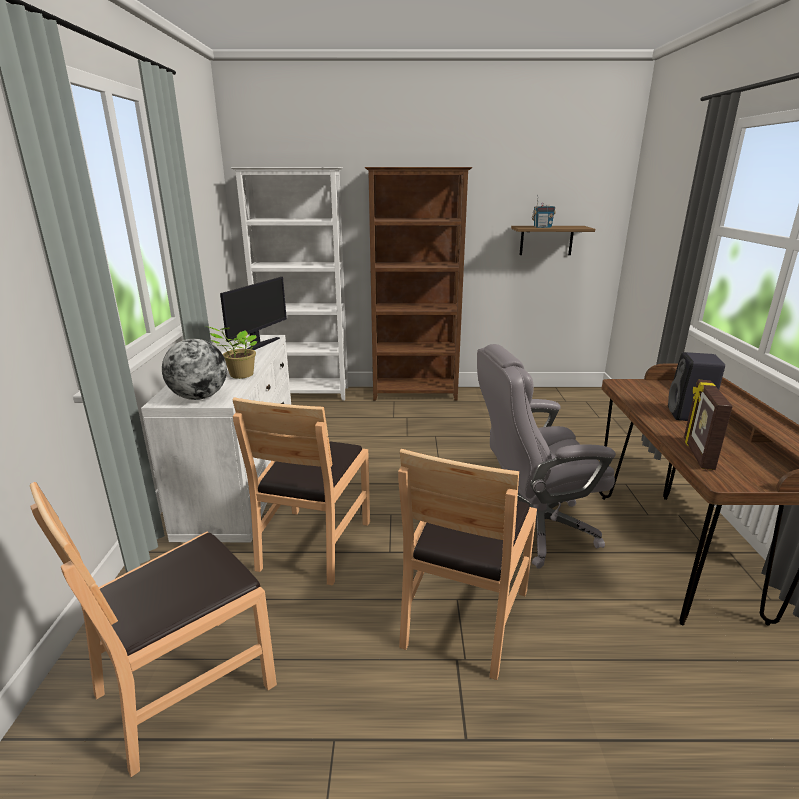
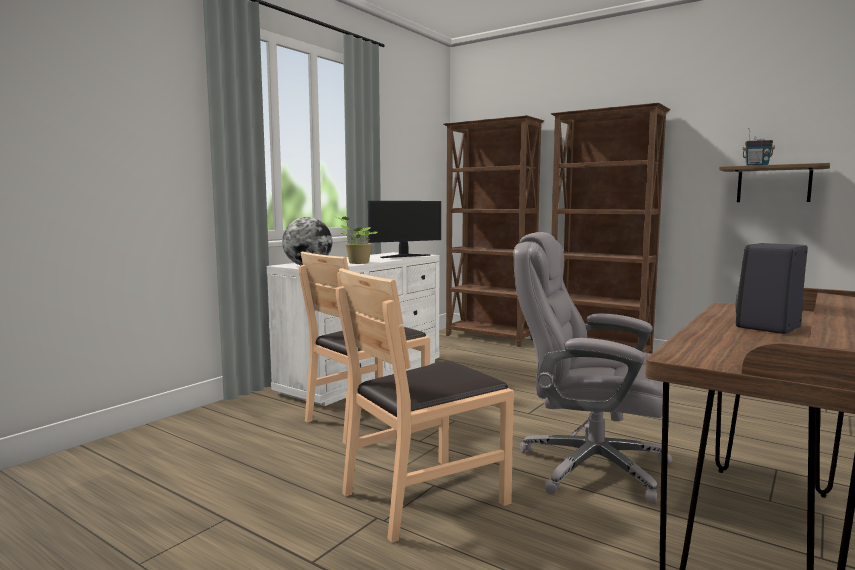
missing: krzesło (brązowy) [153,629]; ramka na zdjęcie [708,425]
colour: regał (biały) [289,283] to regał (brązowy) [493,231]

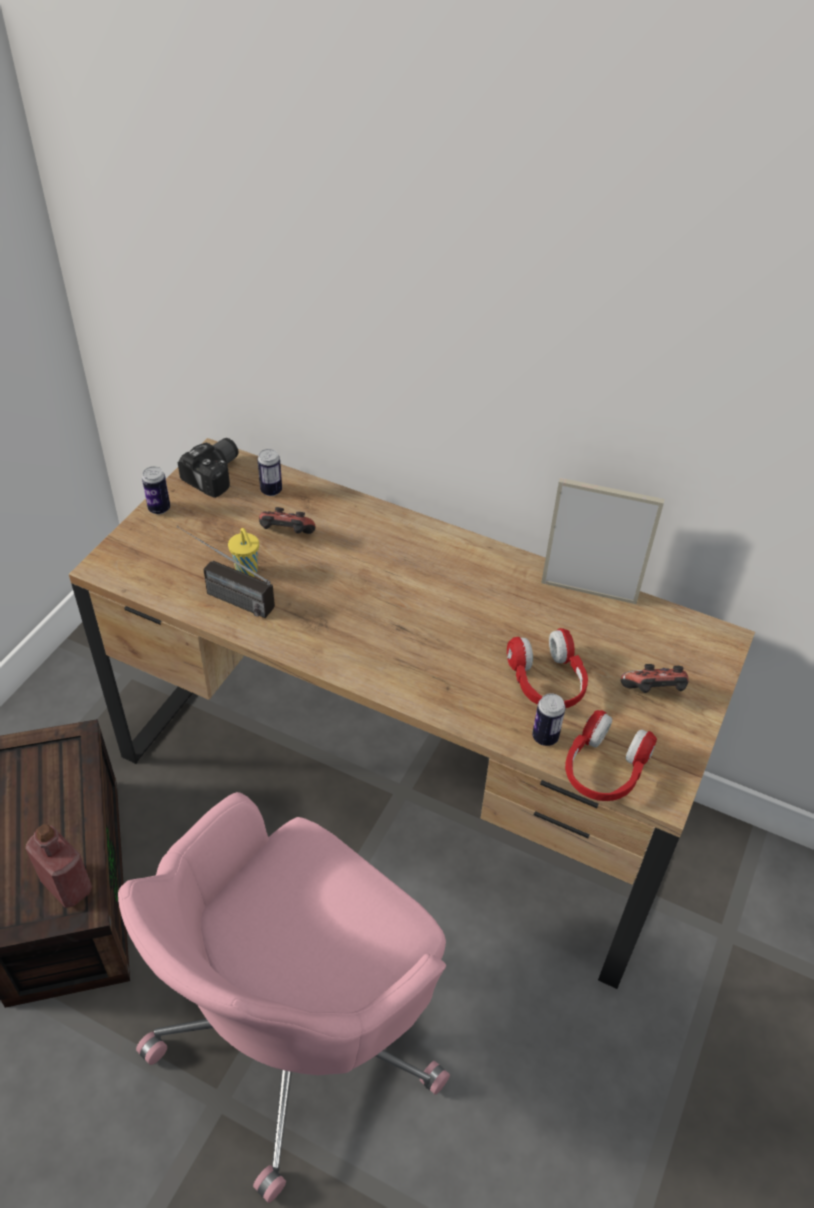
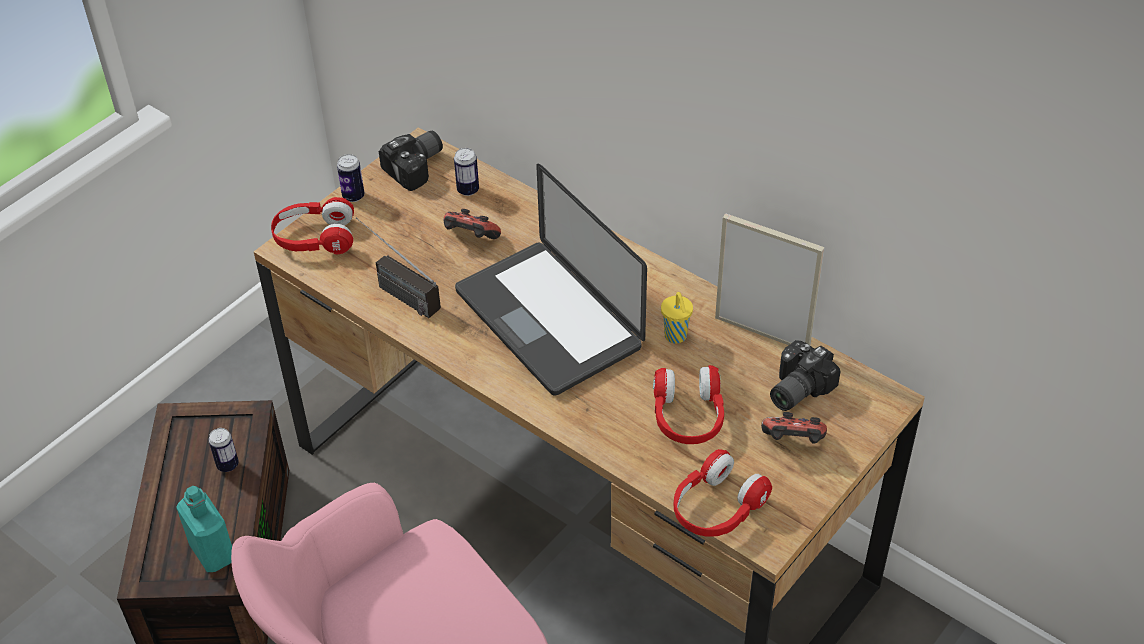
appeared: słuchawki (czerwony) [312,225]; laptop [551,280]; aparat fotograficzny [805,375]
relocated: puszka [548,719] to [224,450]; filiżanka (żółty) [243,552] to [677,318]
colour: butelka (czerwony) [58,866] to butelka (turkusowy) [204,529]

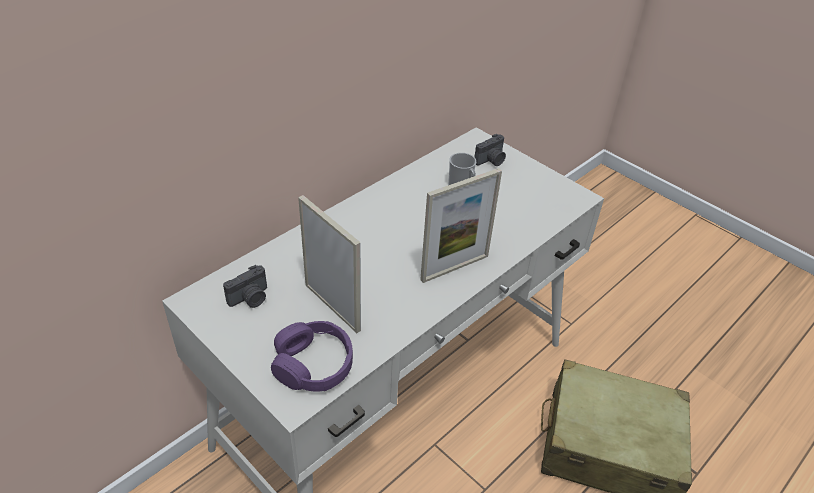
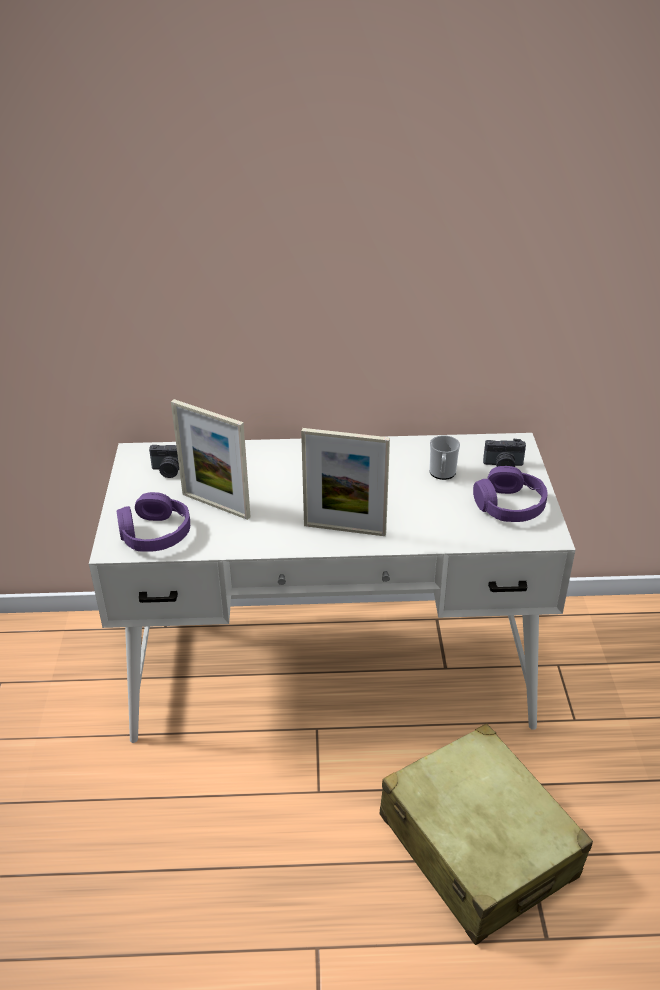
appeared: słuchawki (fioletowy) [510,494]
spun: ramka na zdjęcie [329,264] = [211,459] 120 degrees clockwise

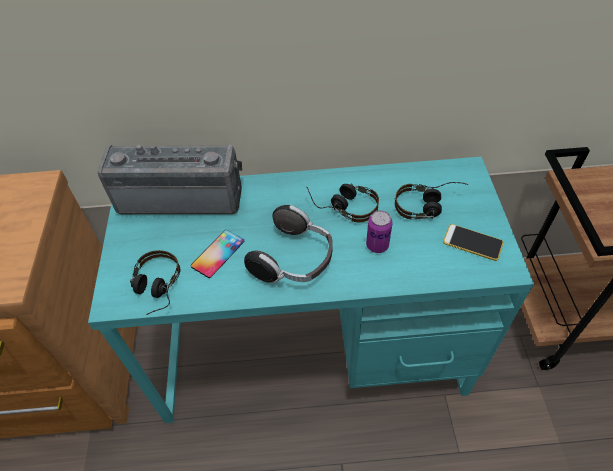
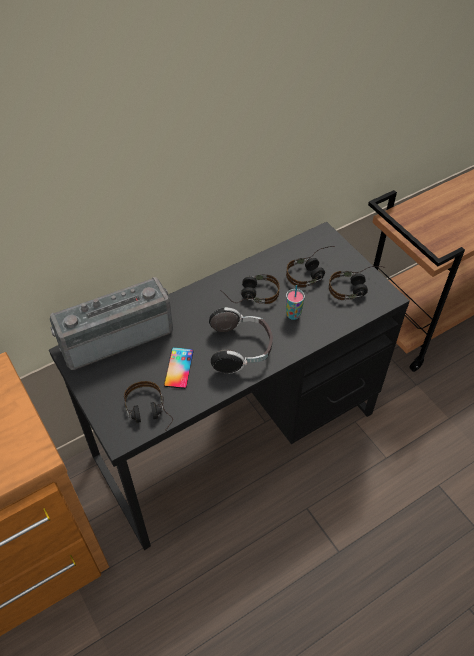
exchanged: puszka [379,231] to filiżanka [295,302]; telefon [473,242] to słuchawki [357,283]
colour: biurko (turkusowy) [311,290] to biurko (czarny) [229,386]

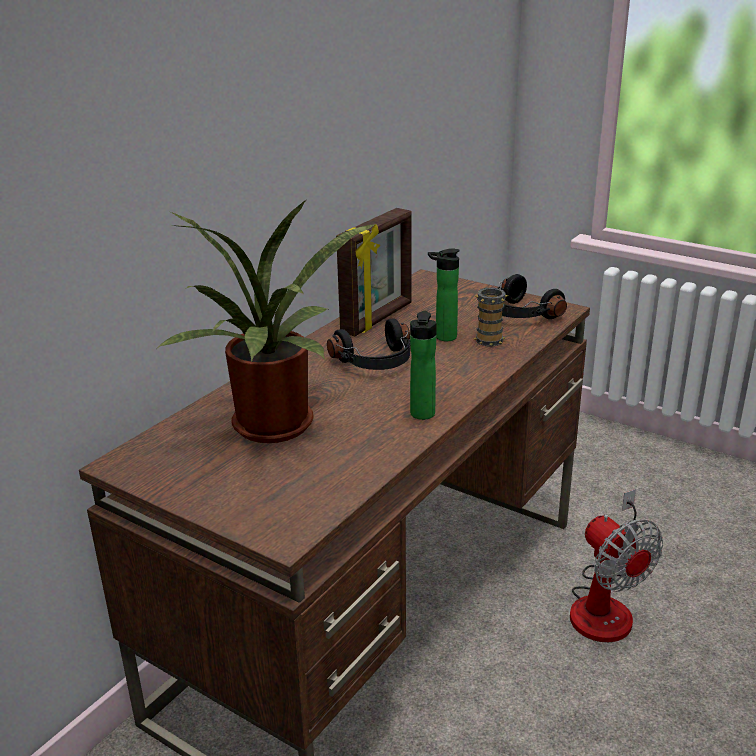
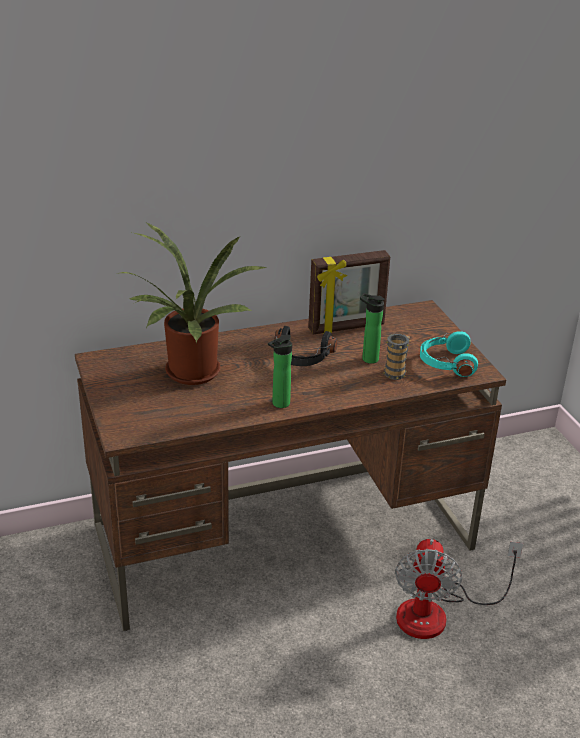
colour: słuchawki (czarny) [532,296] to słuchawki (turkusowy) [449,354]

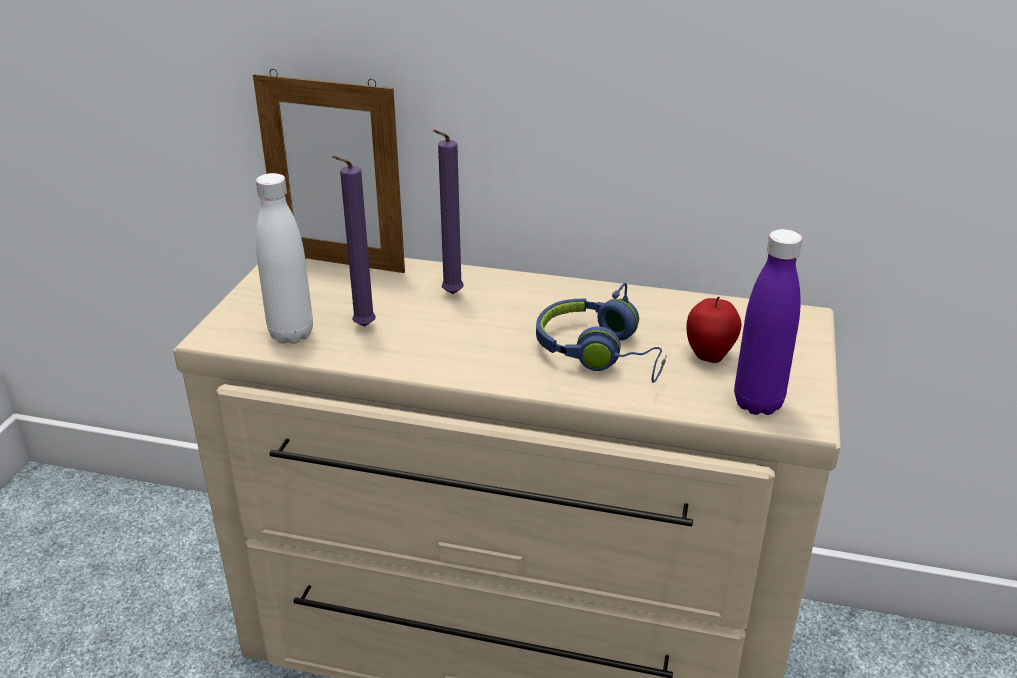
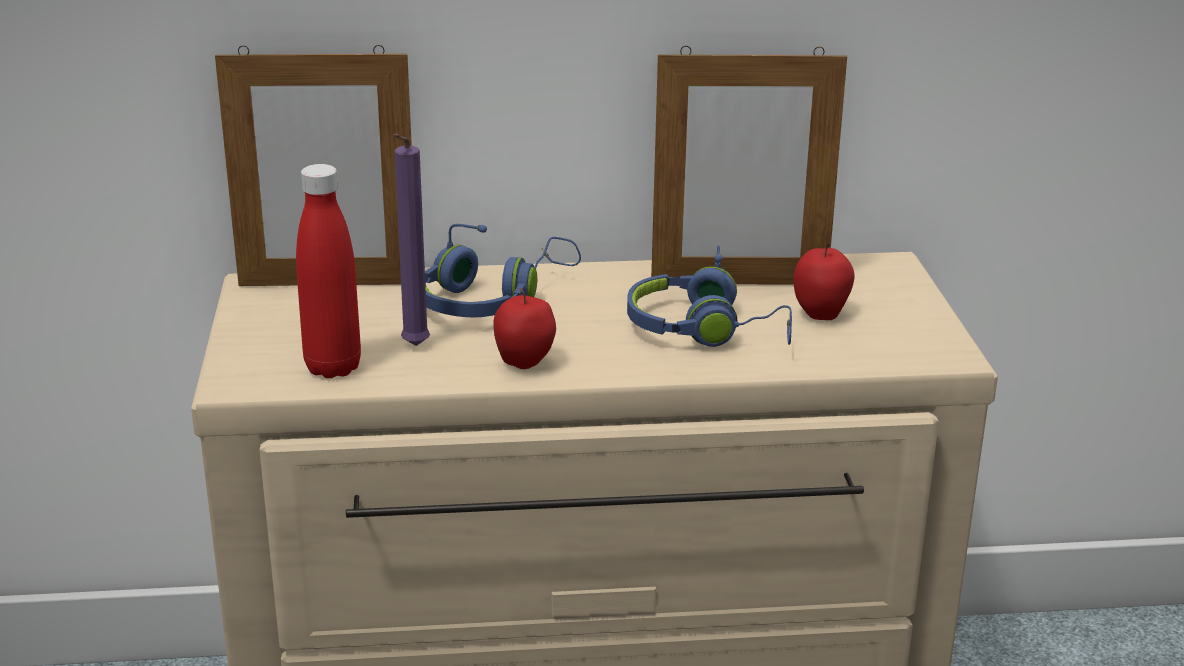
missing: butelka (fioletowy) [768,322]
appeared: jabłko [524,328]; ramka na zdjęcie [749,165]
exchanged: świeca (fioletowy) [448,212] to słuchawki (niebieski) [503,271]
colour: butelka (biały) [284,258] to butelka (czerwony) [328,271]

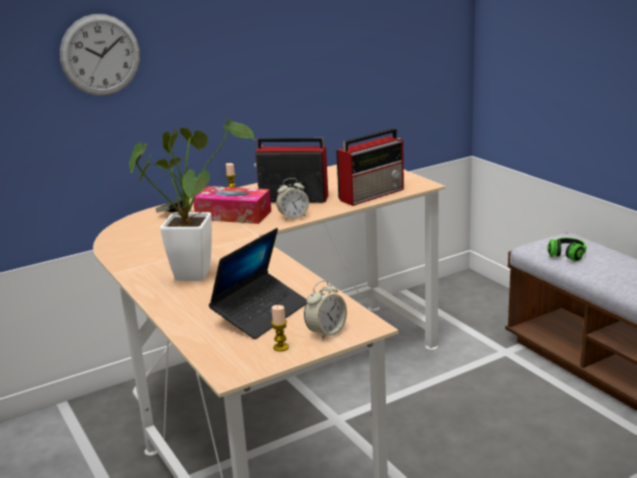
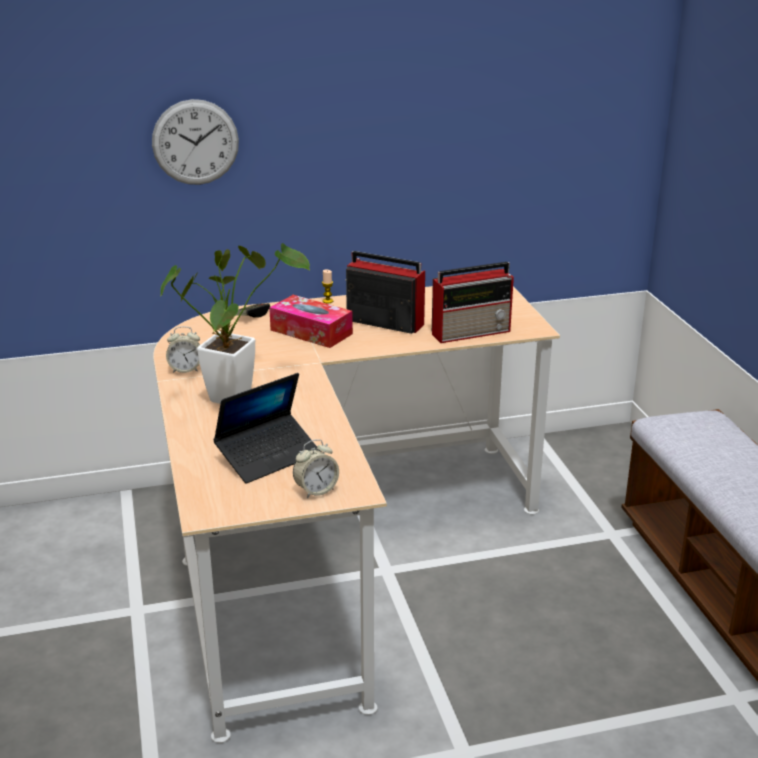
missing: świeca [280,328]; słuchawki [566,250]
relocated: budzik [292,199] to [183,349]

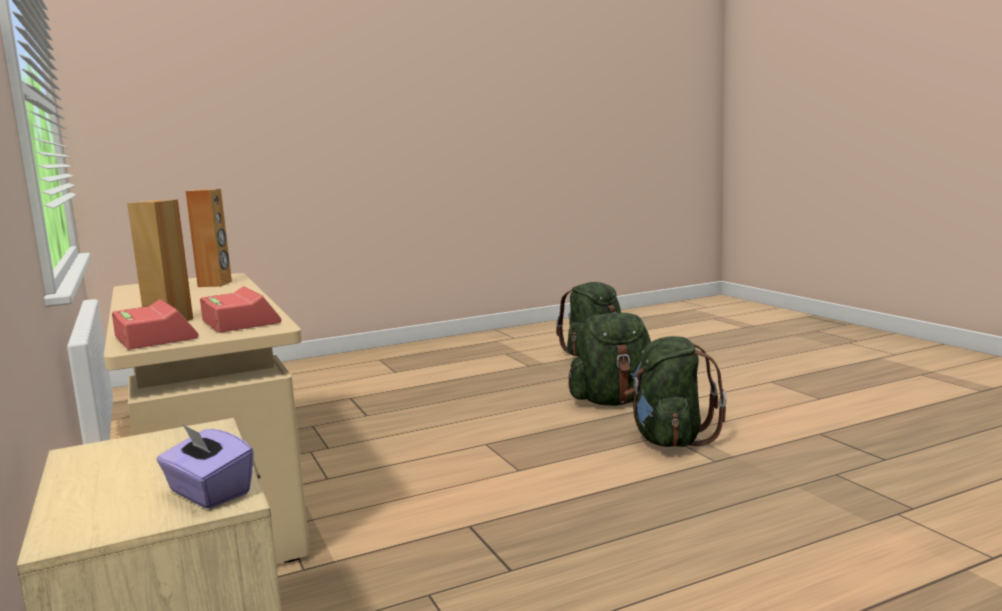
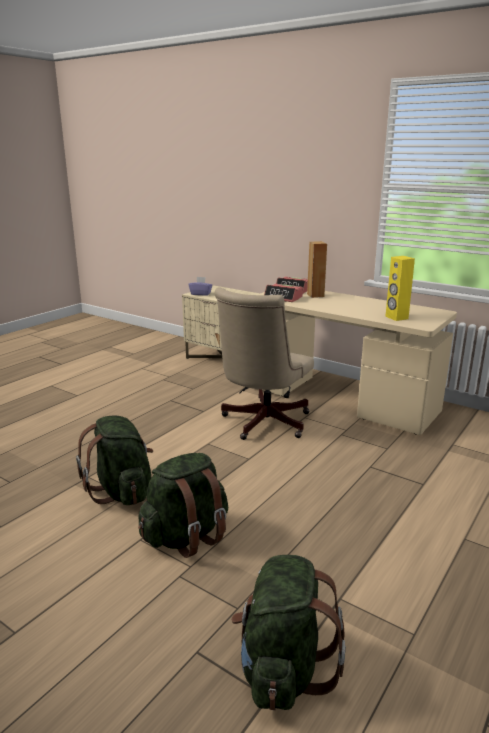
appeared: krzesło biurowe (beżowy) [264,364]
colour: głośnik (brązowy) [209,238] to głośnik (żółty) [400,288]

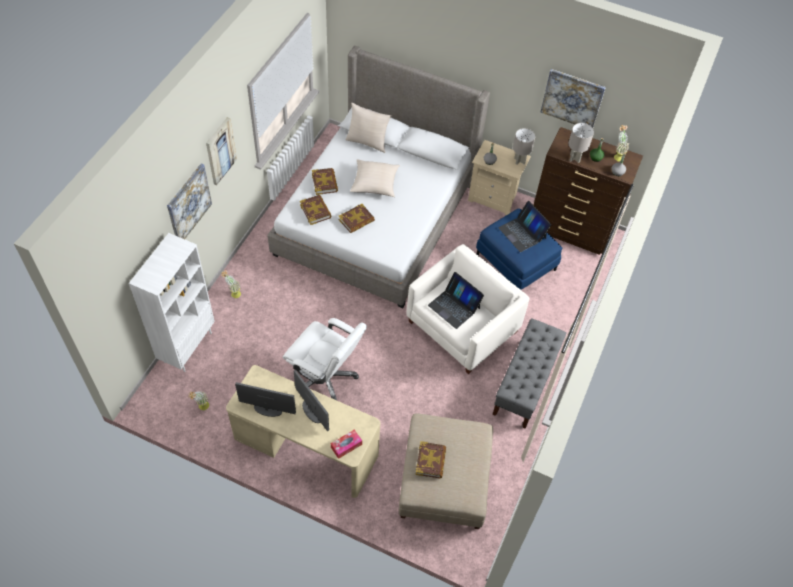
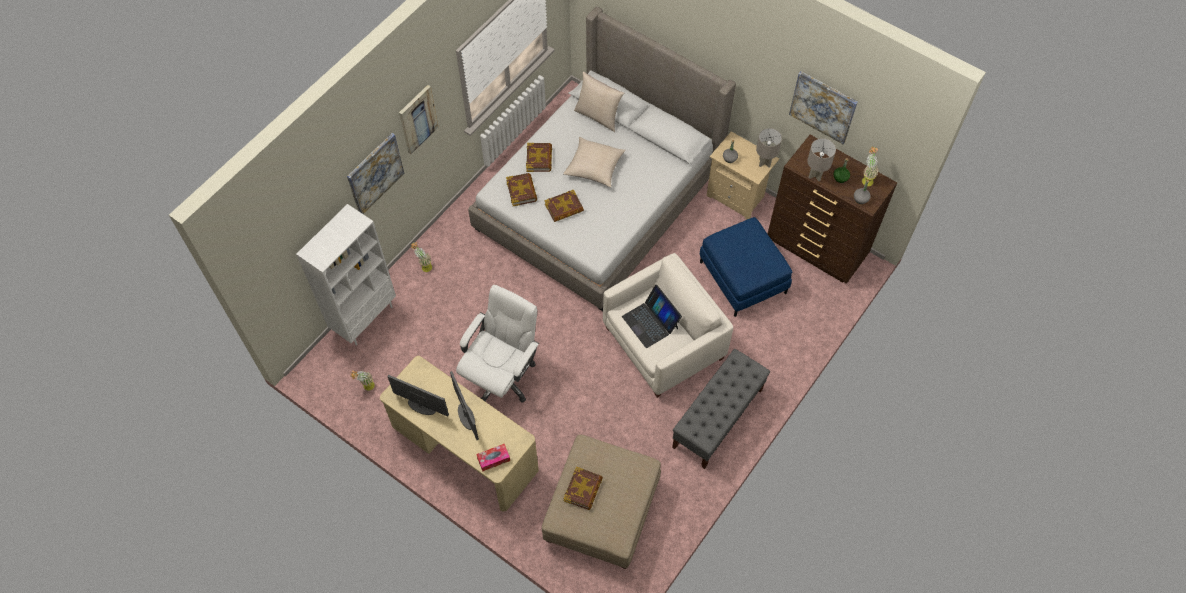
missing: laptop [525,226]
spun: krzesło biurowe (biały) [325,359] = [497,344] 105 degrees counterclockwise

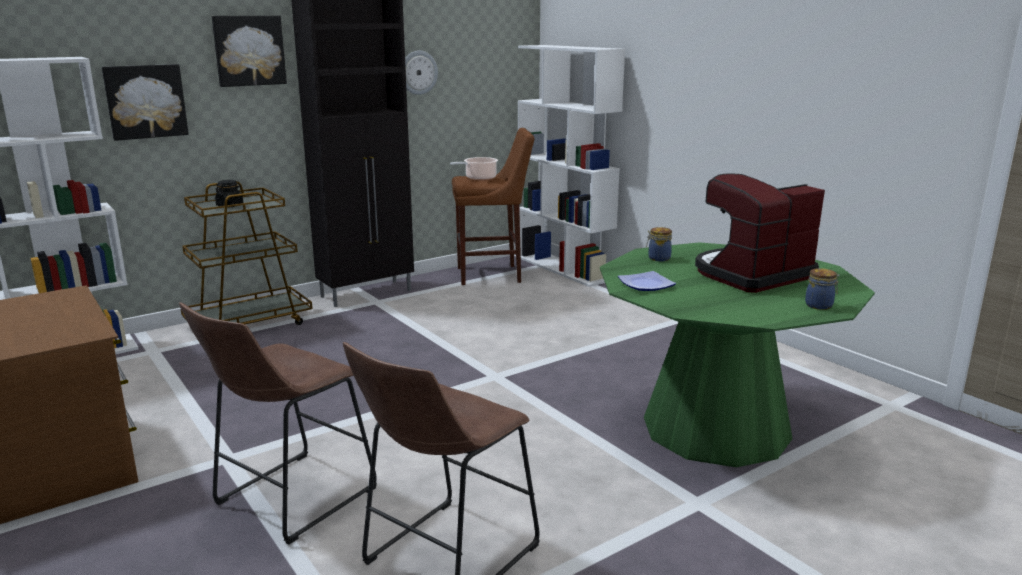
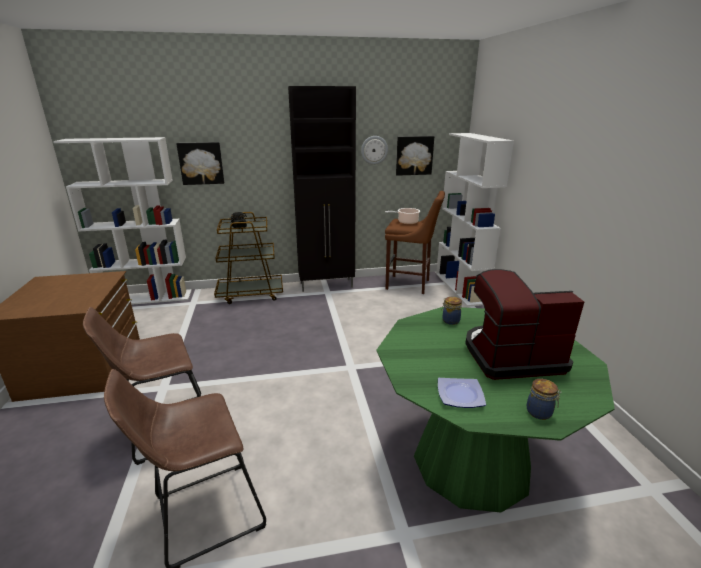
relocated: obraz [249,51] to [415,156]; talerz [647,281] to [462,393]

